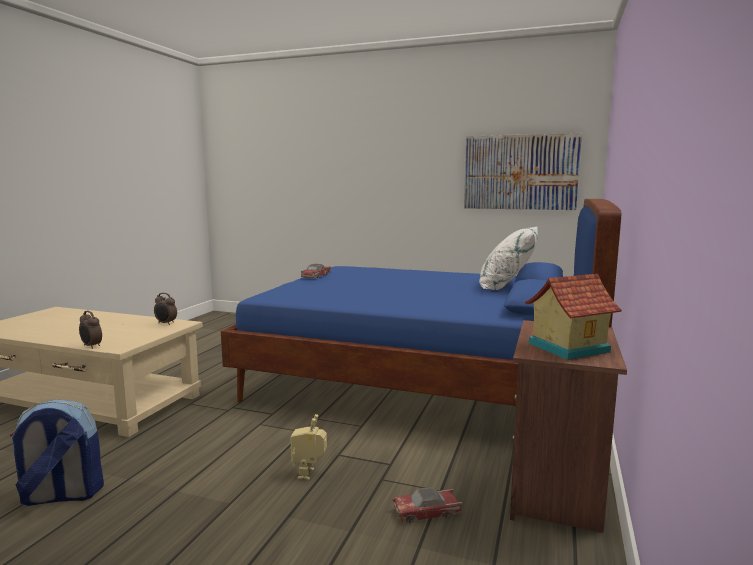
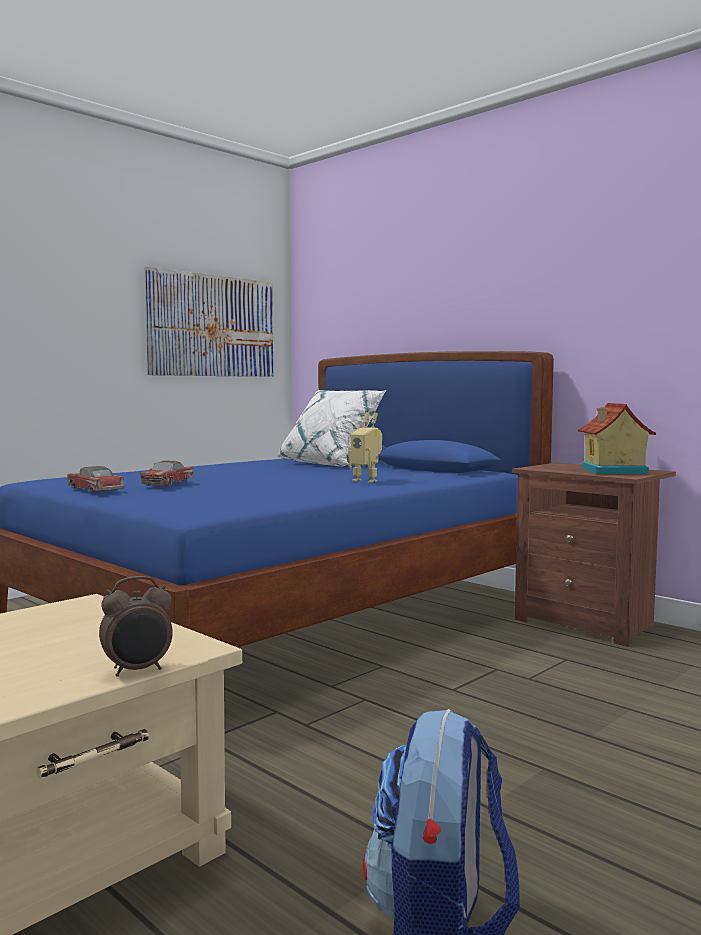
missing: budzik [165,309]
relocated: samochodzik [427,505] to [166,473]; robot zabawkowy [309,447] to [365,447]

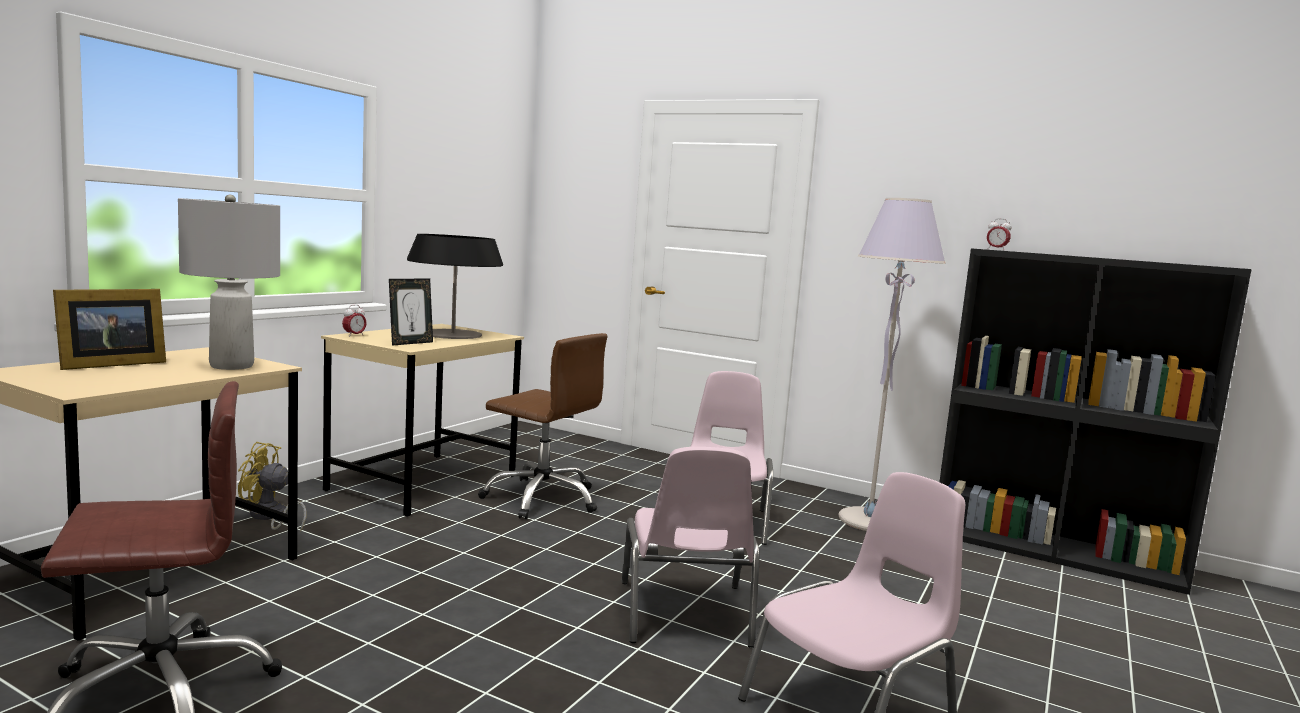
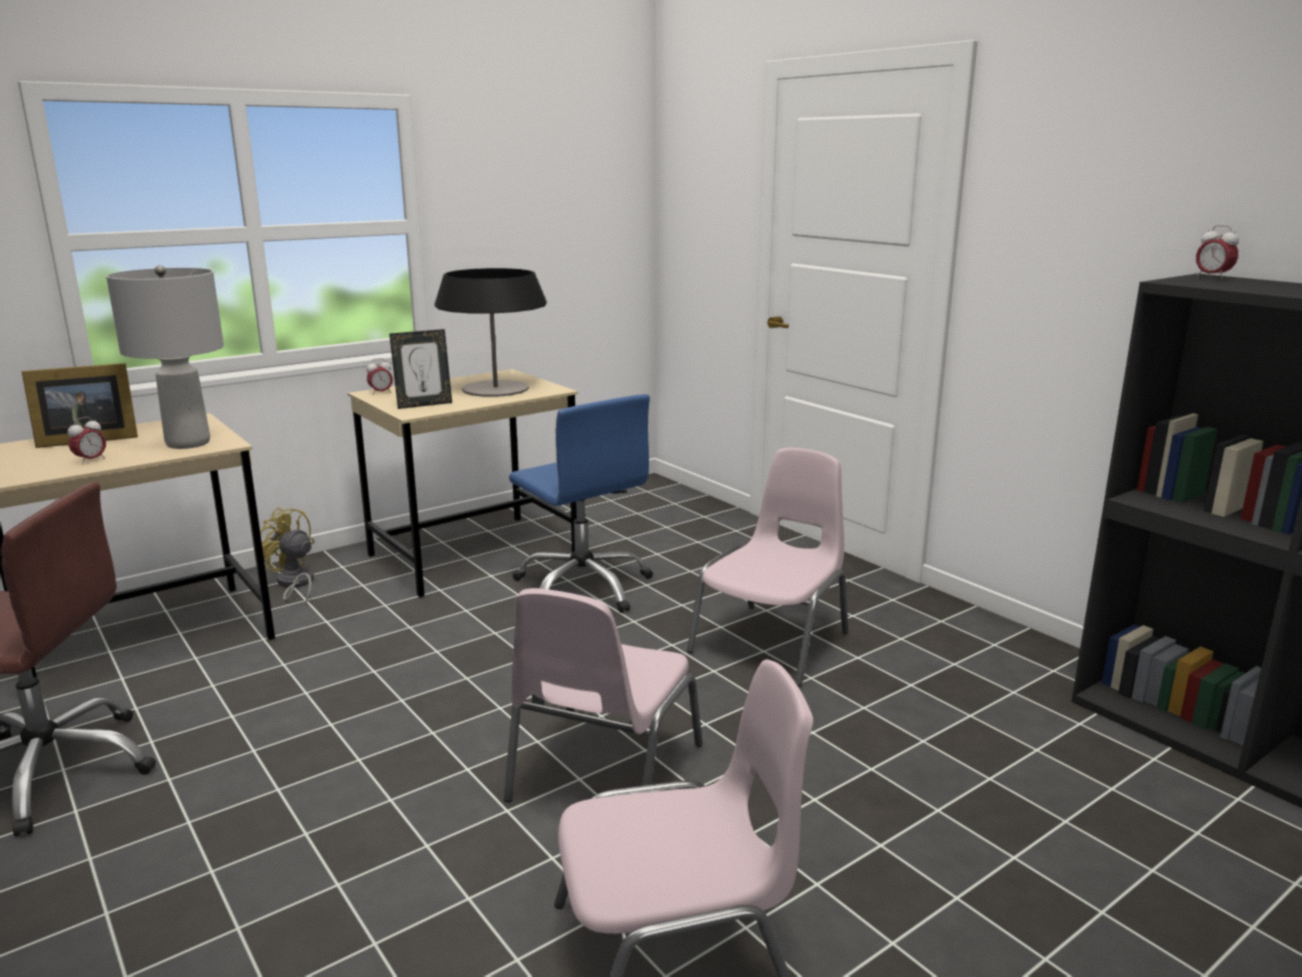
missing: lampa stojąca (szary) [892,364]
appeared: budzik [87,440]
colour: krzesło biurowe (brązowy) [542,426] to krzesło biurowe (niebieski) [581,503]

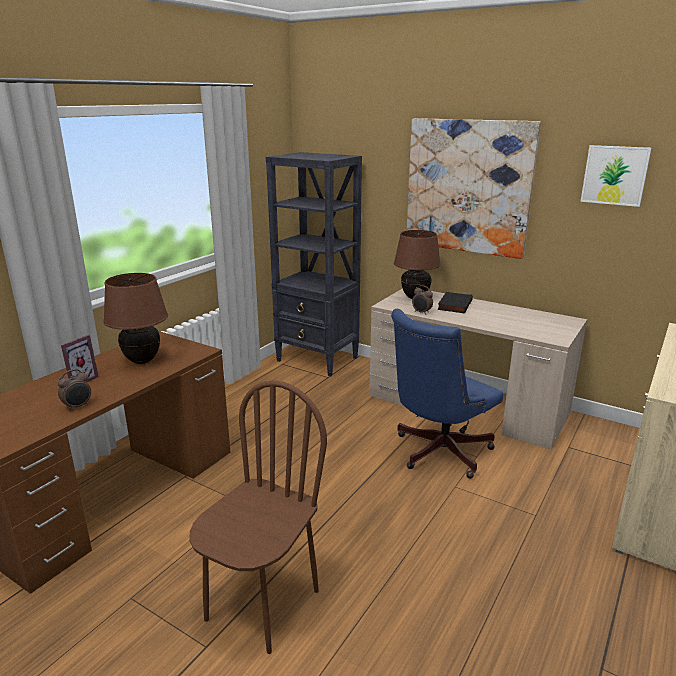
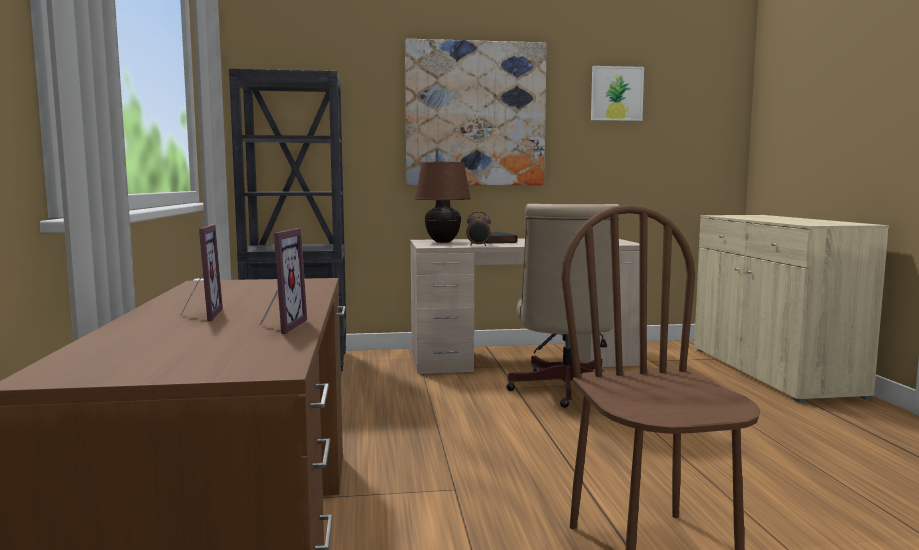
missing: lampa stołowa (brązowy) [135,318]
exchanged: budzik [74,390] to ramka na zdjęcie [283,281]
colour: krzesło biurowe (niebieski) [447,394] to krzesło biurowe (beżowy) [563,306]

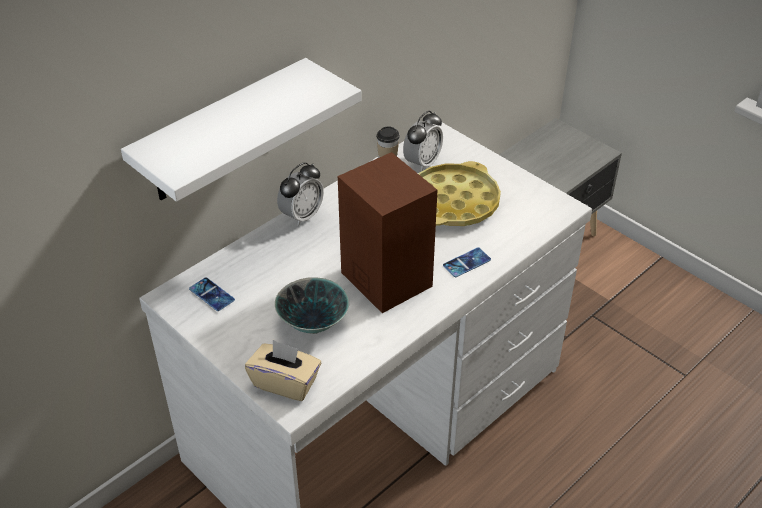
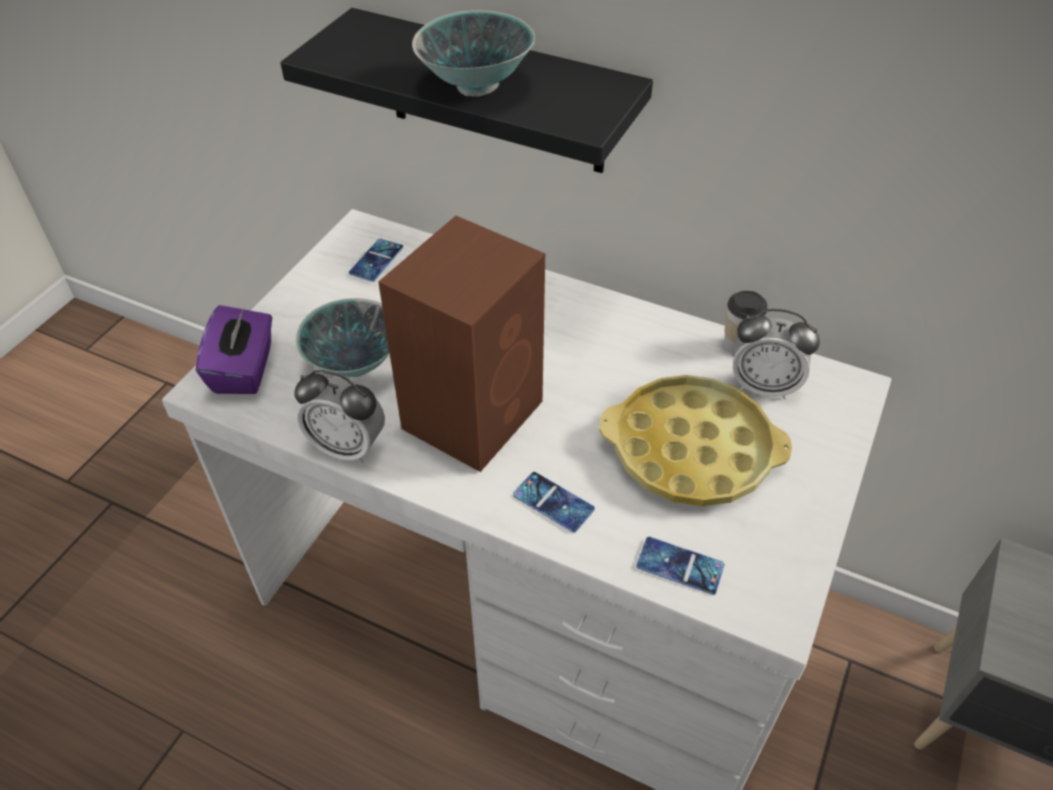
appeared: miska [473,53]; telefon [680,566]
relocated: budzik [300,194] to [339,416]
colour: pudełko chusteczek (beżowy) [283,370] to pudełko chusteczek (fioletowy) [234,349]; półka (biały) [241,130] to półka (czarny) [466,90]

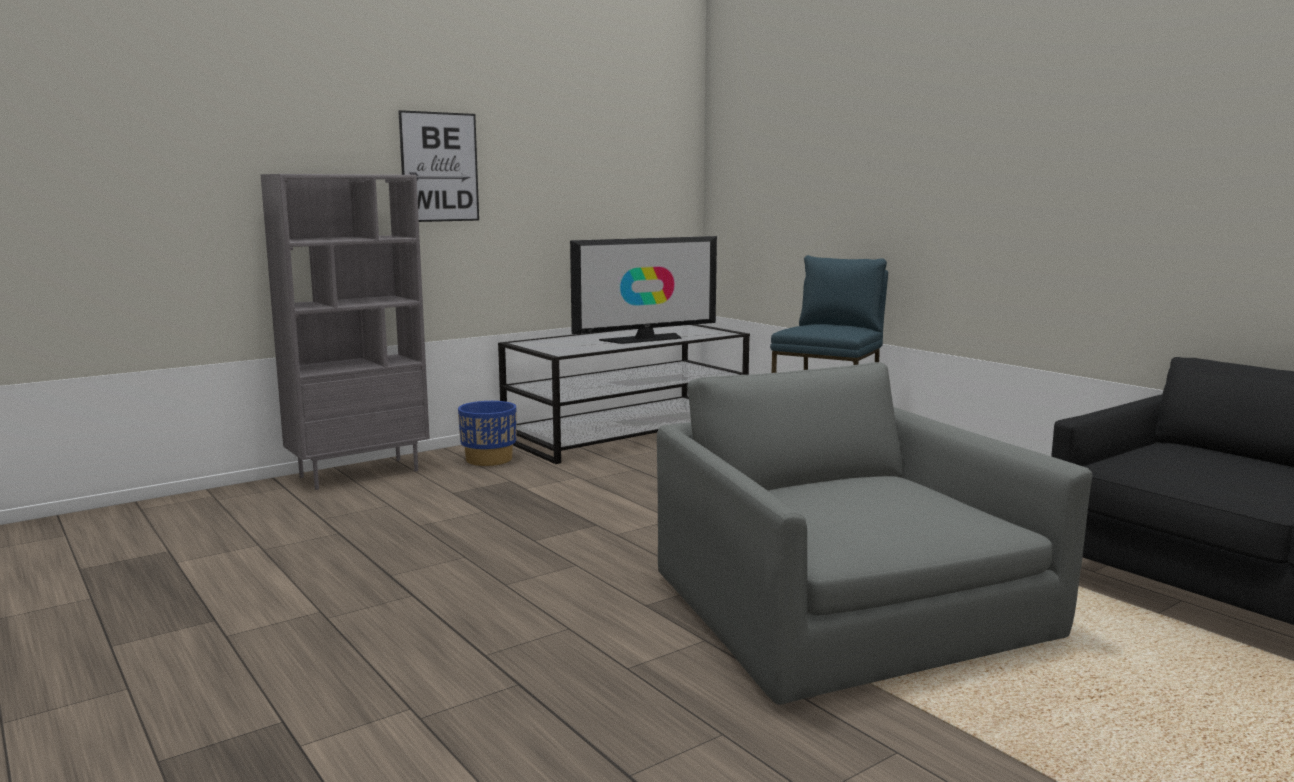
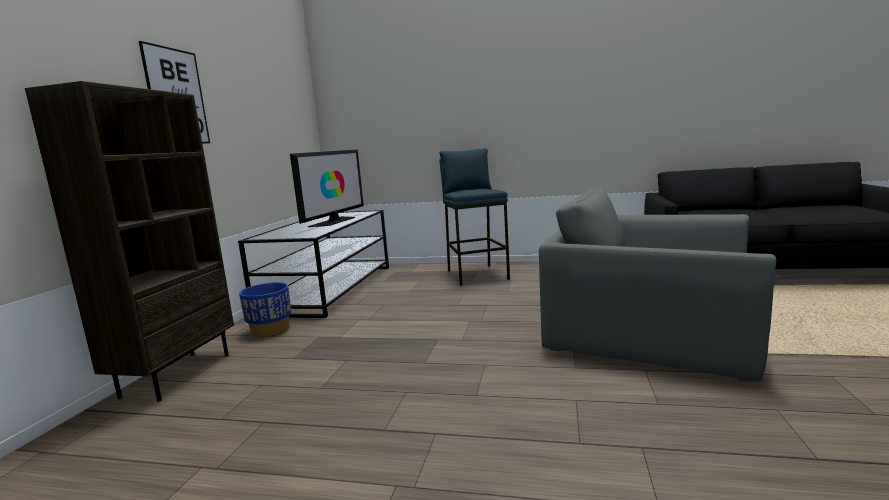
colour: regał (szary) [345,332] to regał (brązowy) [129,241]

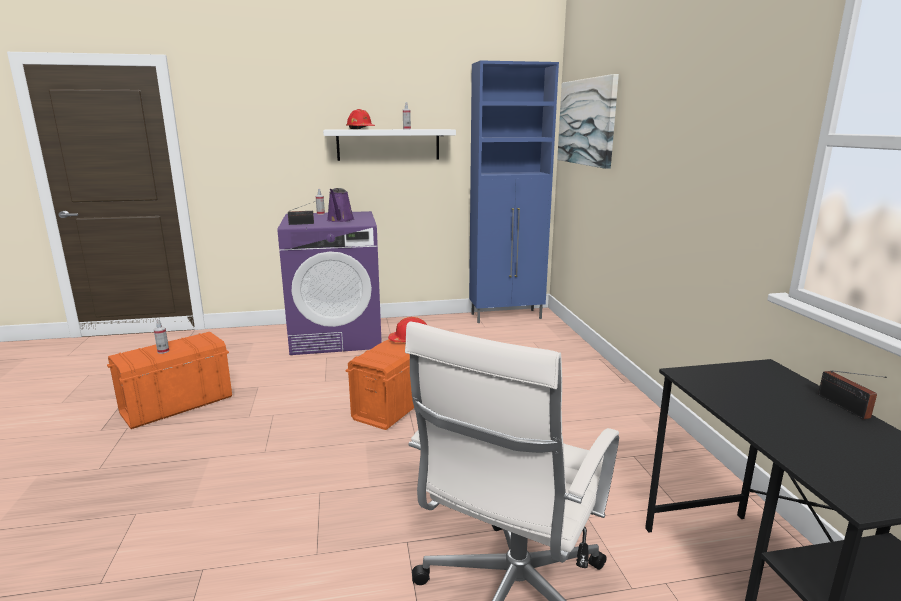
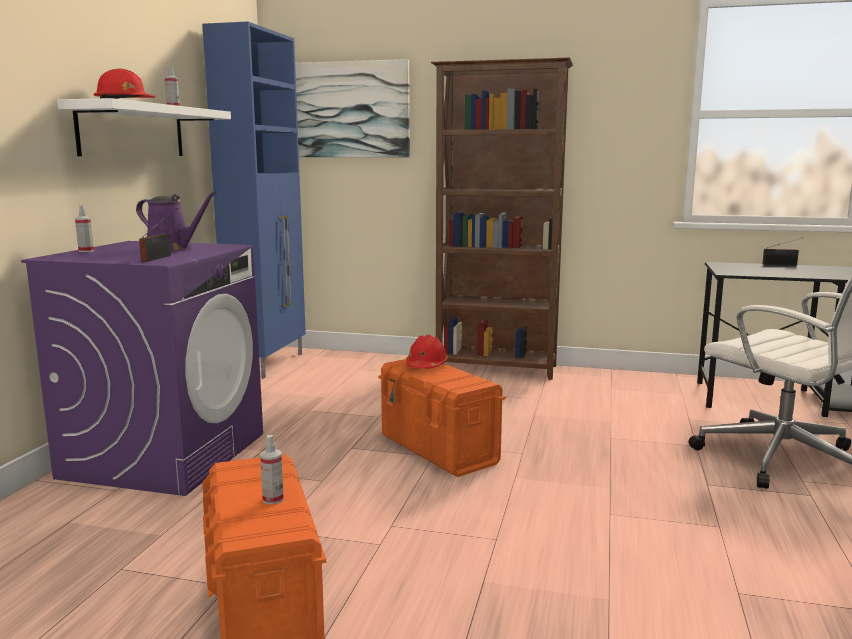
appeared: regał (brązowy) [502,218]

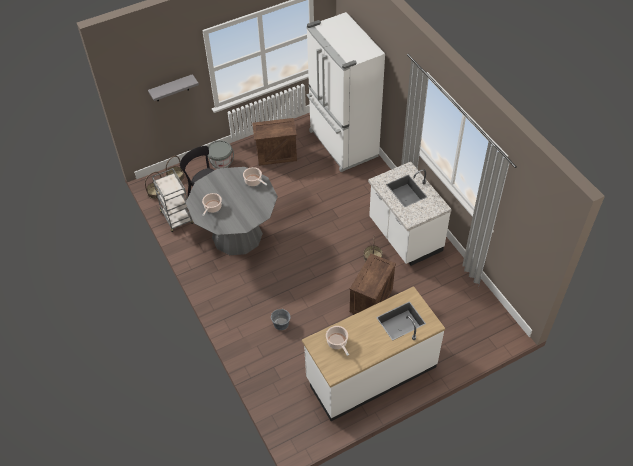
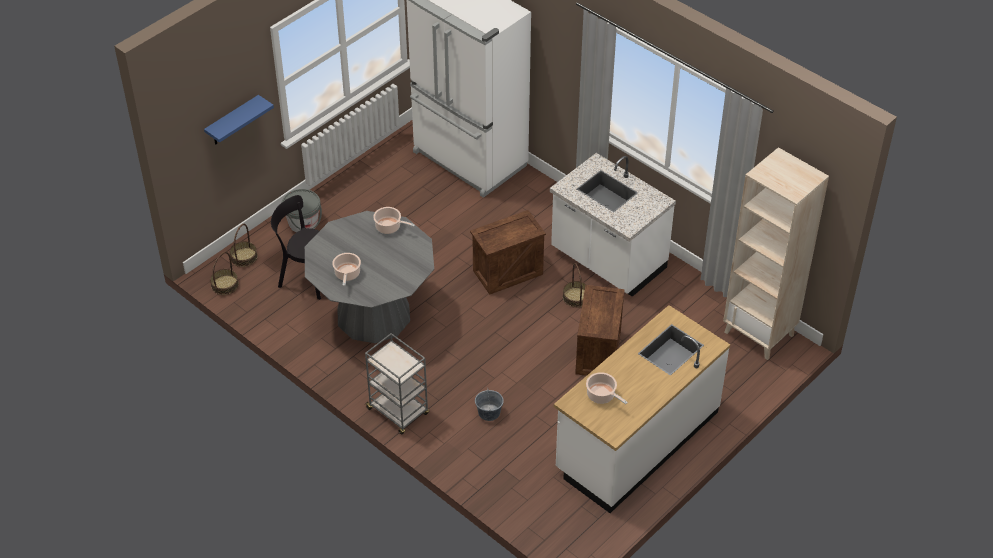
appeared: regał (beżowy) [776,253]
relocated: wózek (szary) [172,200] to [396,384]; skrzynka [274,142] to [508,252]
colour: półka (szary) [173,87] to półka (niebieski) [239,119]

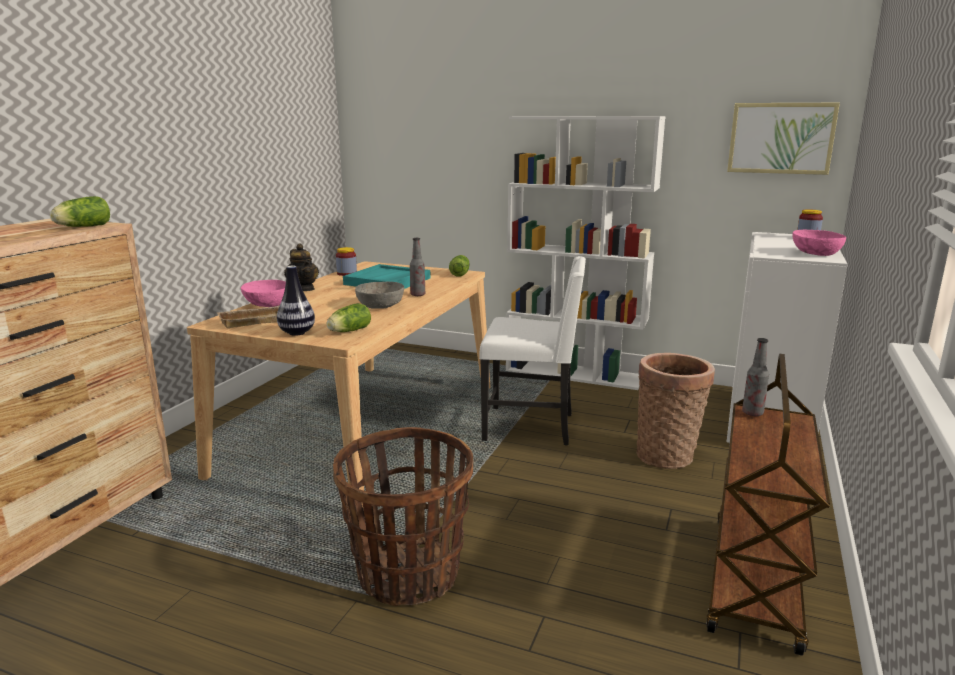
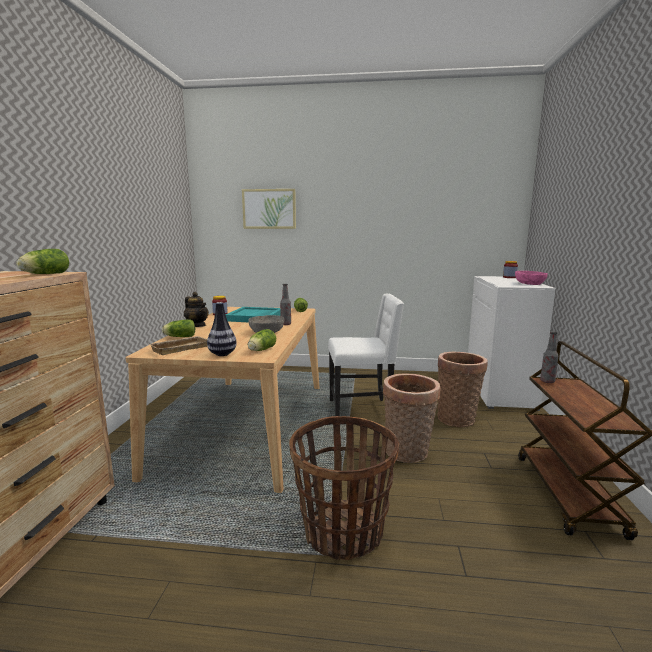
missing: regał (biały) [586,253]
appeared: koszyk [412,418]
relocated: obraz [783,139] to [269,209]
exchanged: miska (różowy) [263,293] to sałata [178,328]

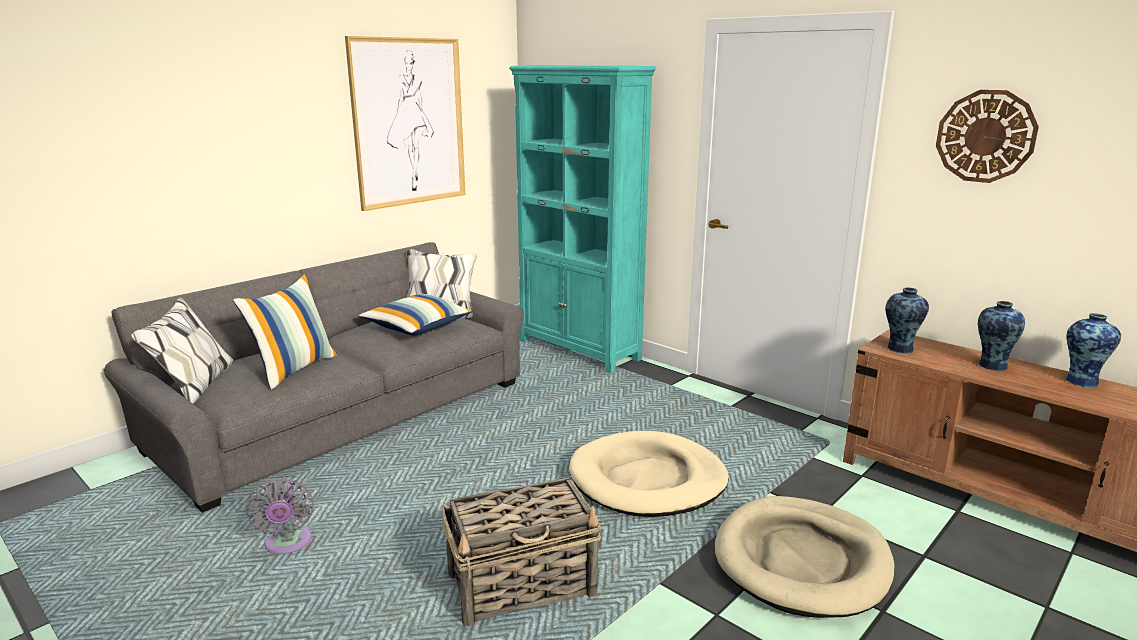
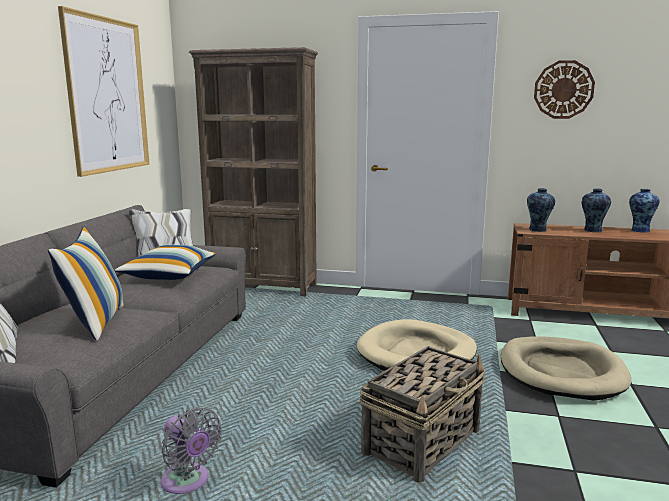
colour: regał (turkusowy) [582,219] to regał (brązowy) [253,171]

